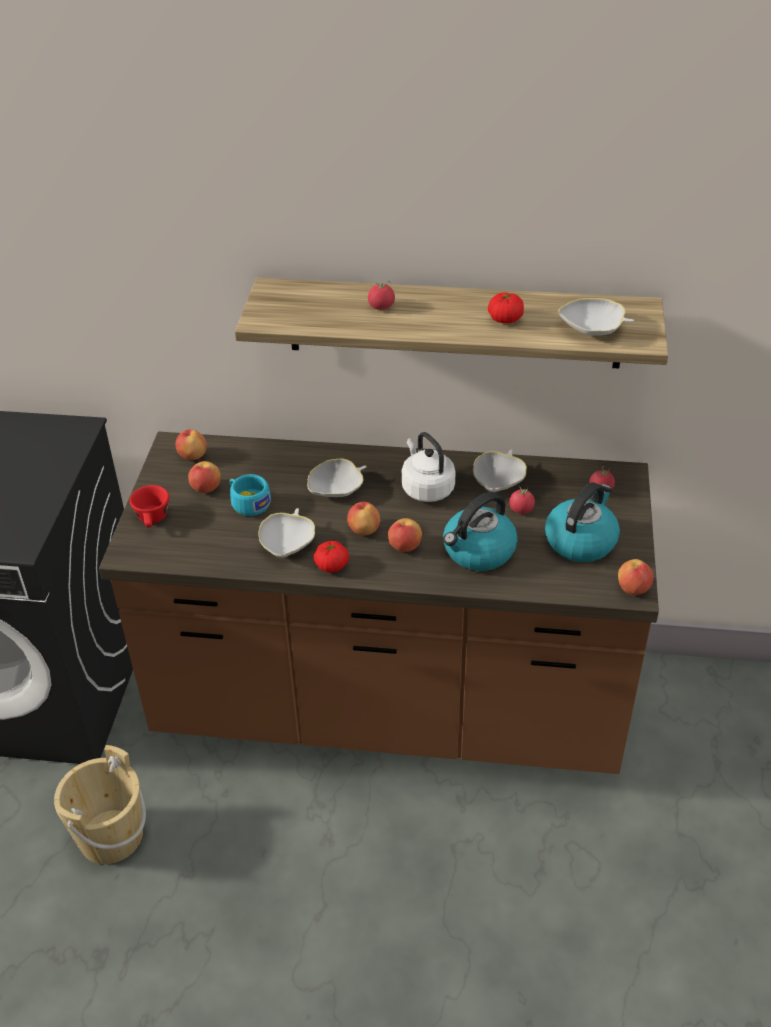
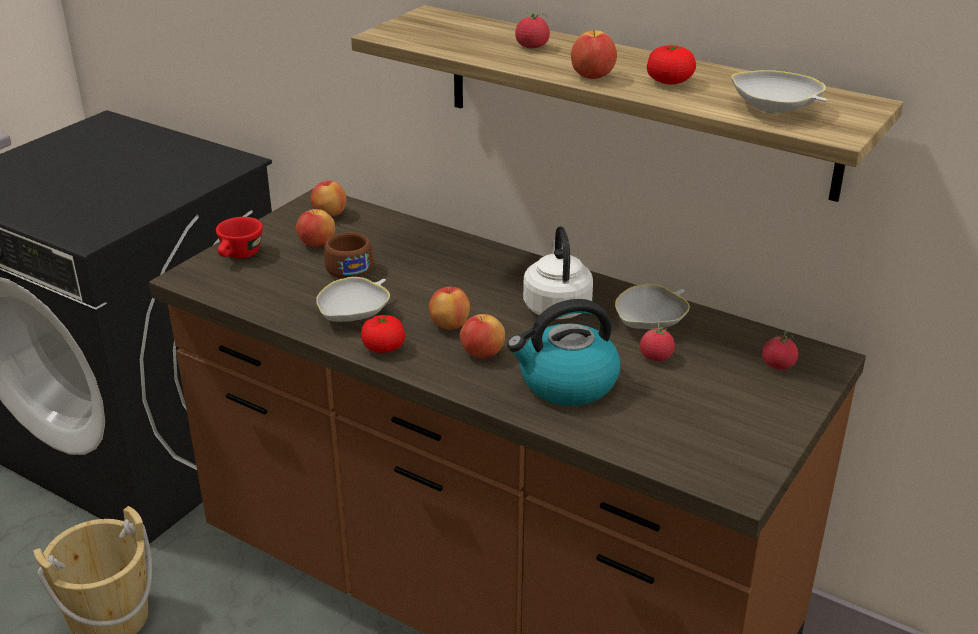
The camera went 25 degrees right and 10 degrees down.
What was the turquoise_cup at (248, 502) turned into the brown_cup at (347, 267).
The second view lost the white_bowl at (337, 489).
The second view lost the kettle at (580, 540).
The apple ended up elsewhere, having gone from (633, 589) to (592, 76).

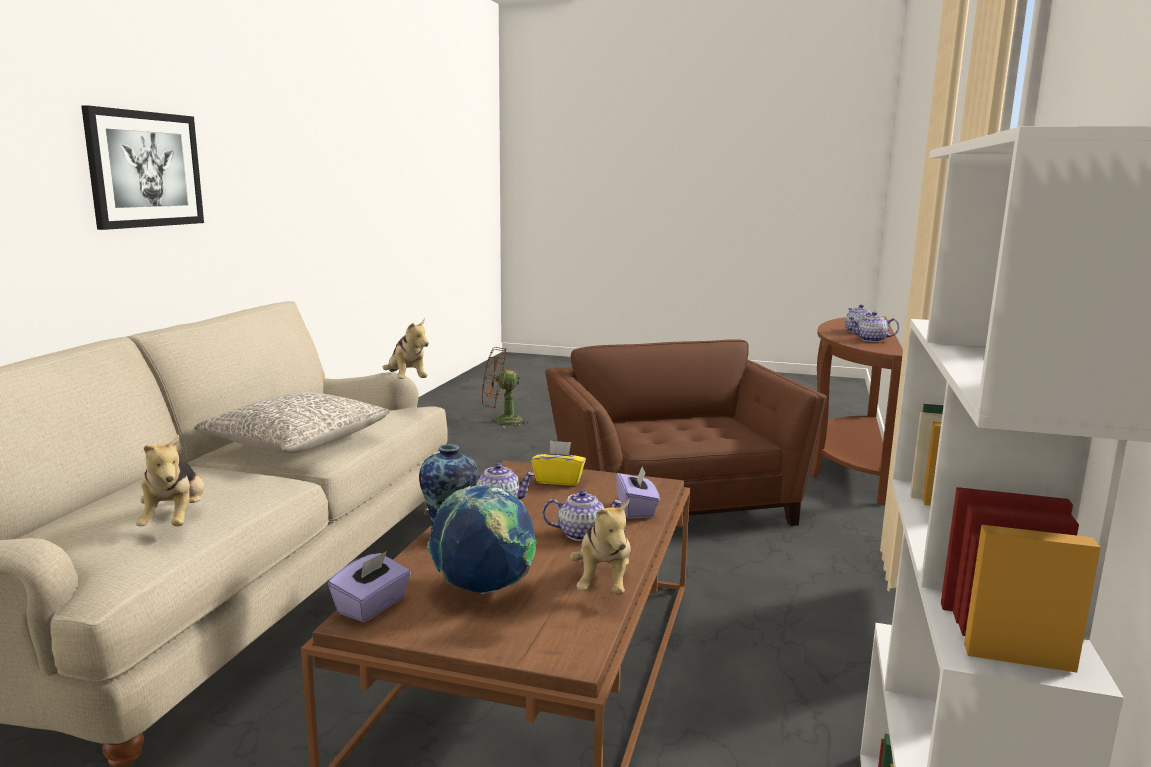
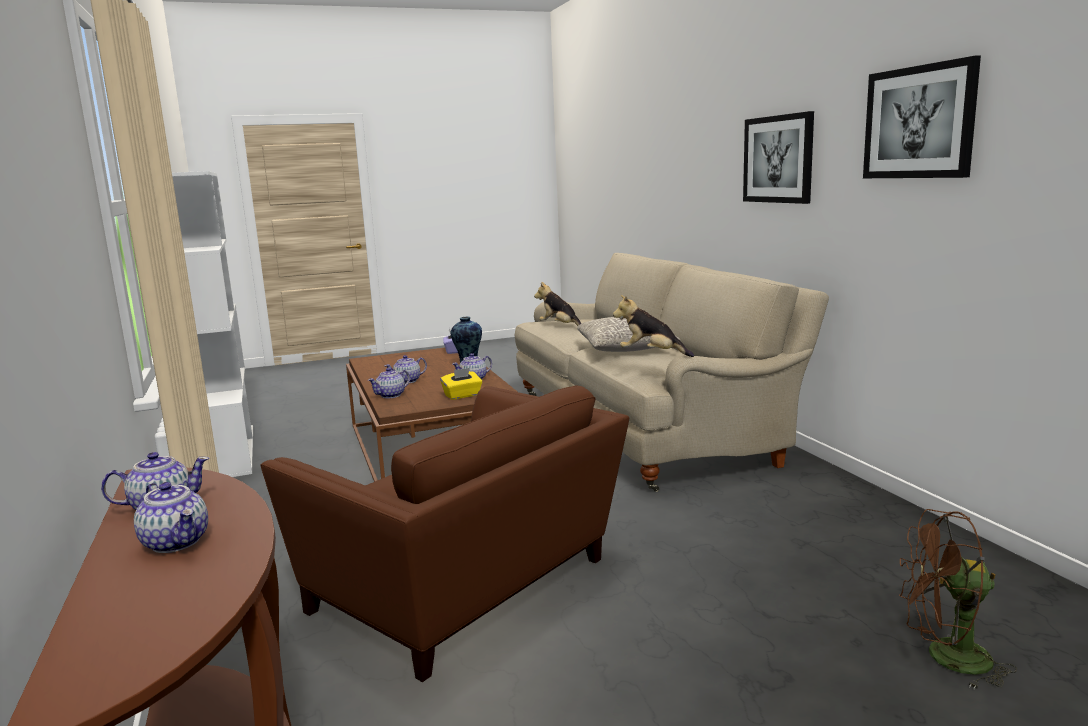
The camera went 145 degrees right and 0 degrees up.
The second view lost the globe at (484, 589).
The brown_fan at (501, 421) ended up facing another way, 135 degrees counterclockwise from before.
The second view lost the plush_toy at (603, 583).
Where the purple_tissue_box stood at (636, 510), the teapot came to stand at (391, 395).
The second view gained the picture at (919, 122).

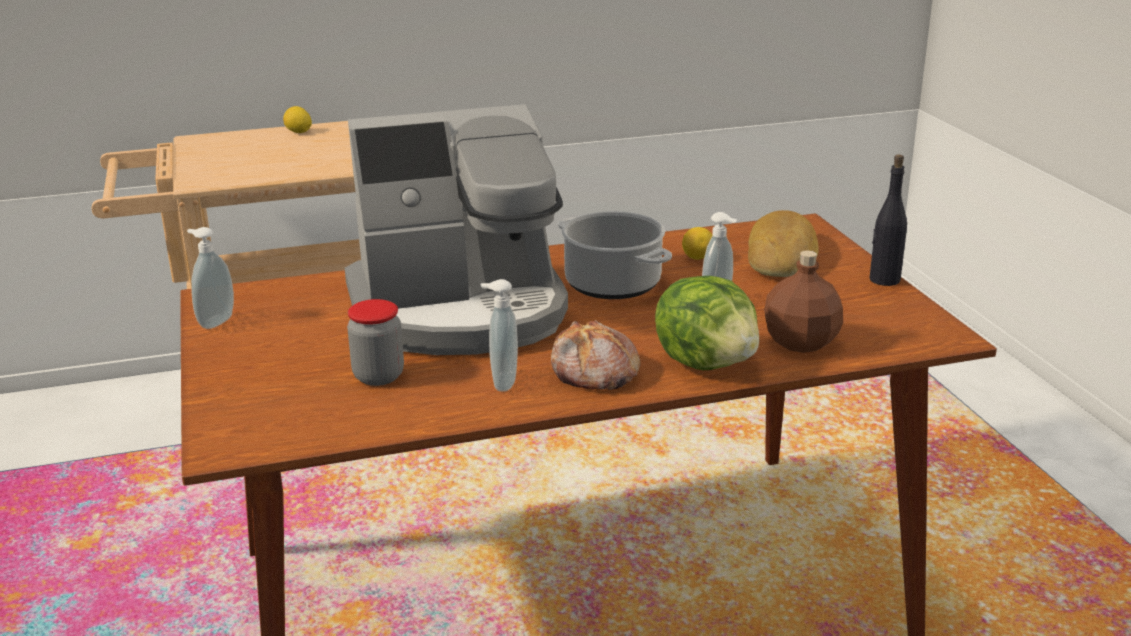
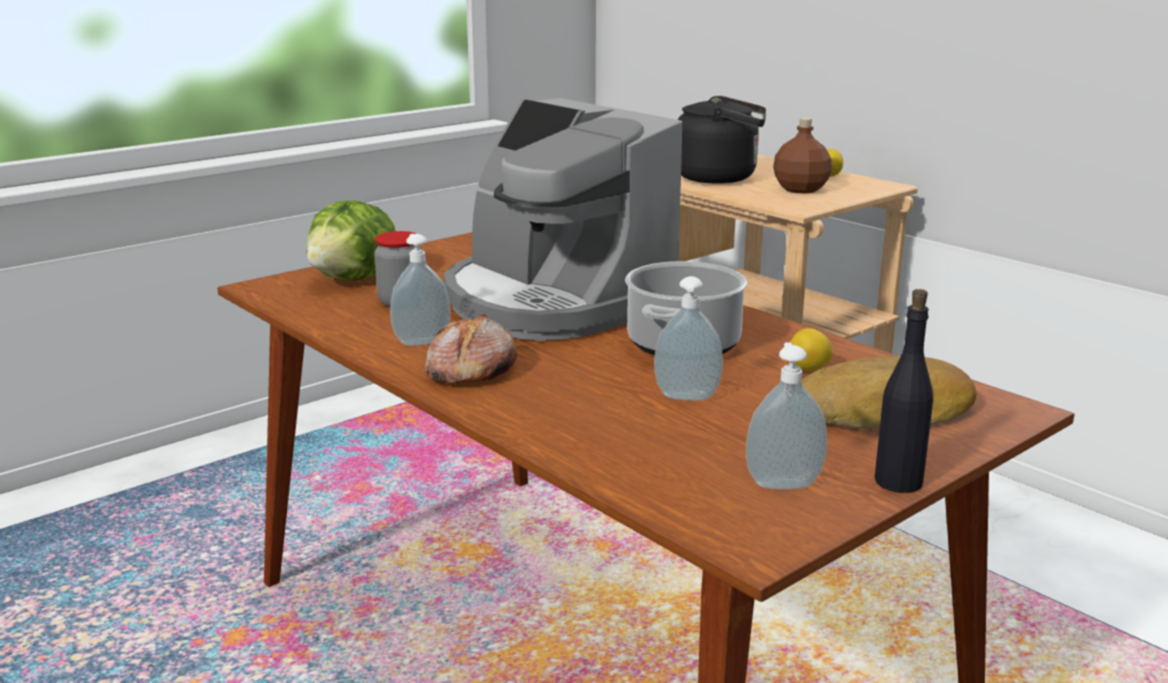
The camera went 65 degrees right and 5 degrees down.
The soap_dispenser ended up elsewhere, having gone from (214, 322) to (782, 483).
The lettuce ended up elsewhere, having gone from (707, 362) to (355, 279).
The brown_bottle ended up elsewhere, having gone from (799, 342) to (800, 189).
The second view gained the black_kettle at (721, 178).

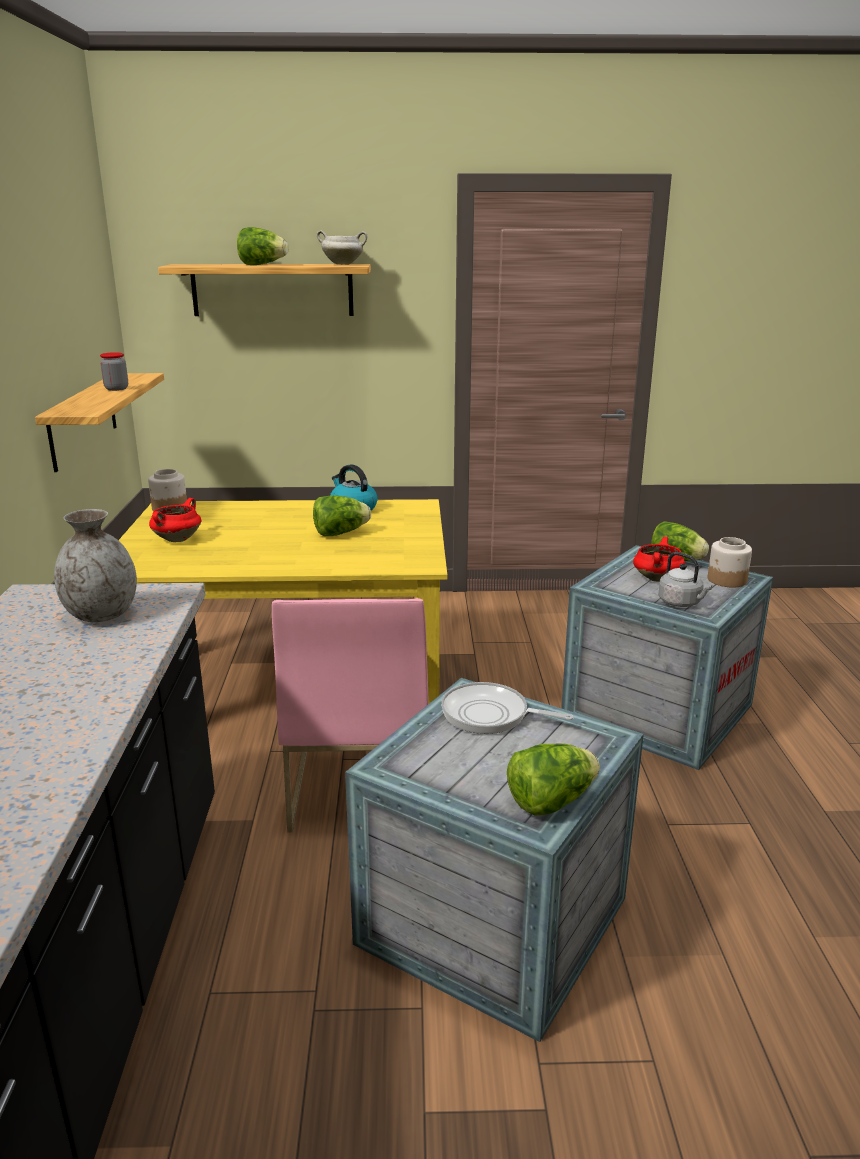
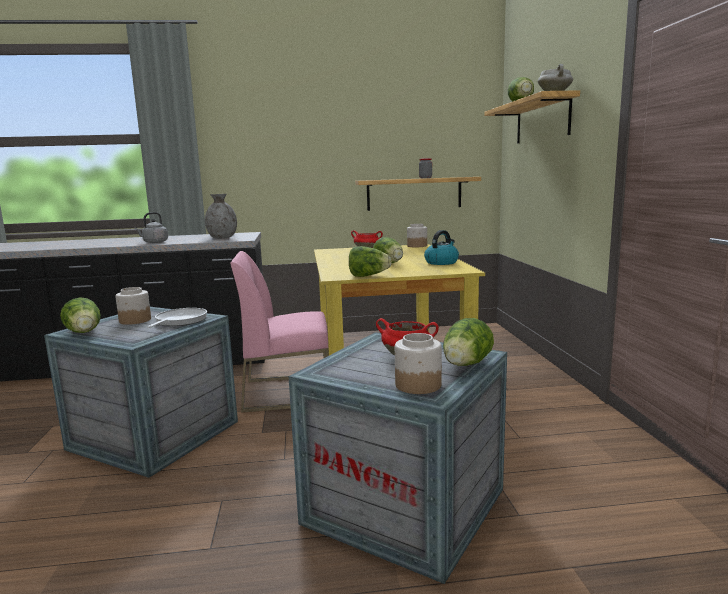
The camera went 85 degrees right and 10 degrees down.
The grey_kettle ended up elsewhere, having gone from (681, 603) to (154, 242).
The second view gained the jar at (135, 320).
The second view gained the lettuce at (368, 276).

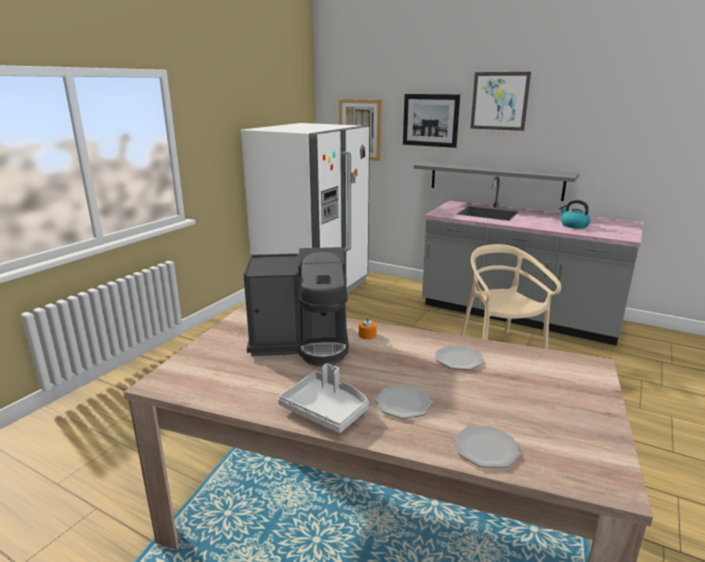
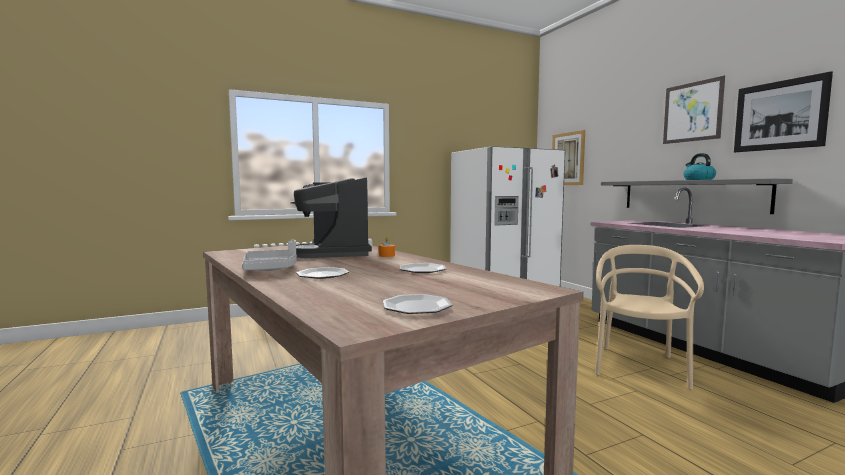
The camera went 35 degrees right and 15 degrees down.
The coffee_machine at (302, 342) ended up facing another way, 45 degrees clockwise from before.
The picture ended up elsewhere, having gone from (430, 120) to (779, 115).
The plate ended up elsewhere, having gone from (486, 449) to (417, 307).
The kettle ended up elsewhere, having gone from (573, 225) to (698, 179).

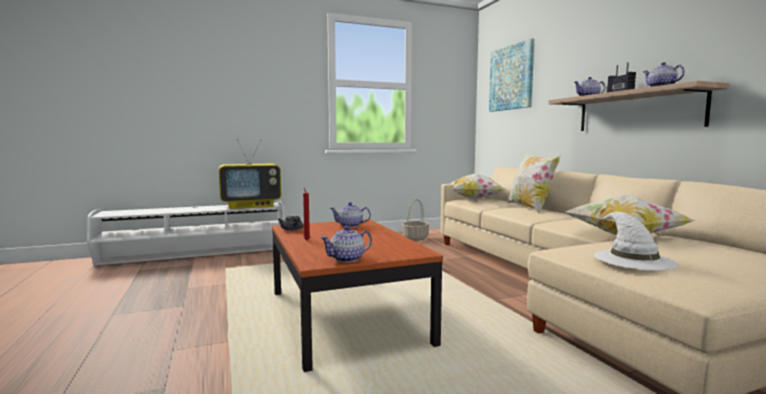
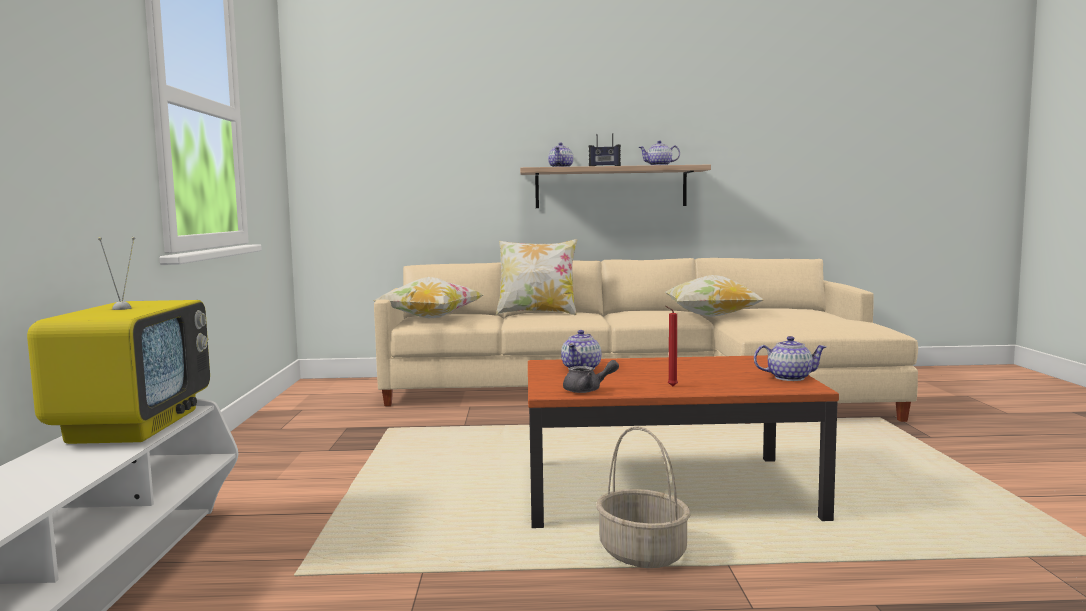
The camera went 70 degrees left and 0 degrees up.
The teapot at (347, 259) ended up facing another way, 75 degrees counterclockwise from before.
The basket ended up elsewhere, having gone from (415, 238) to (641, 553).
The second view lost the picture at (511, 77).
The second view lost the white_hat at (632, 259).

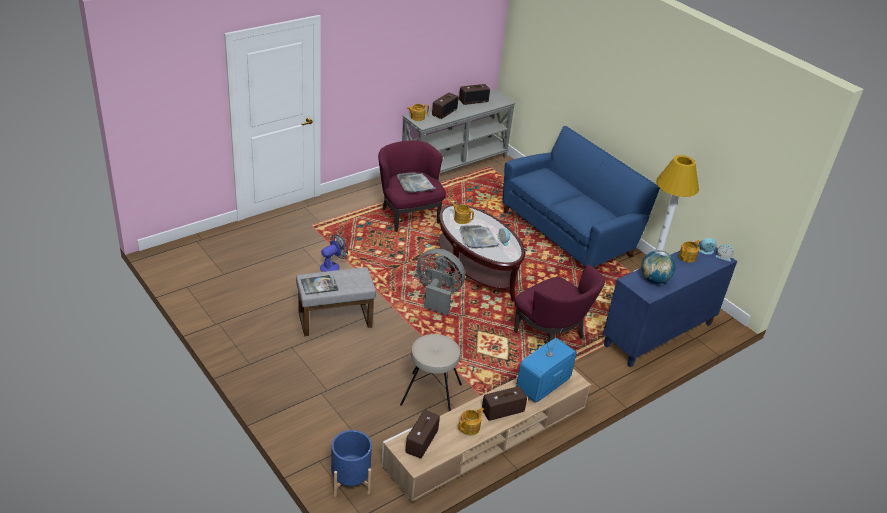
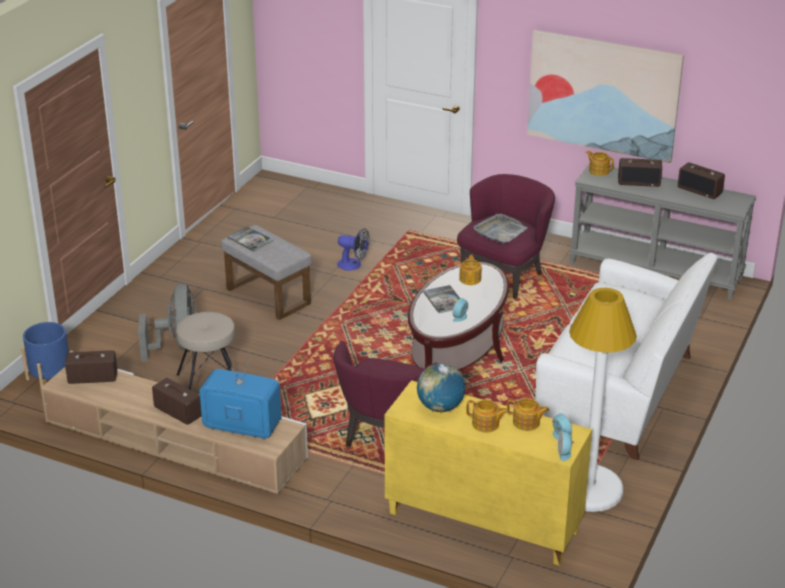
The camera went 65 degrees right and 5 degrees down.
The grey_fan ended up elsewhere, having gone from (437, 295) to (177, 346).
The teapot ended up elsewhere, having gone from (470, 427) to (486, 424).
Where the grey_tray stood at (478, 238), the book came to stand at (444, 300).
What was the blue_sofa at (568, 233) turned into the white_sofa at (620, 394).
What was the blue_cabinet at (658, 335) turned into the yellow_cabinet at (481, 522).
The second view gained the picture at (603, 95).

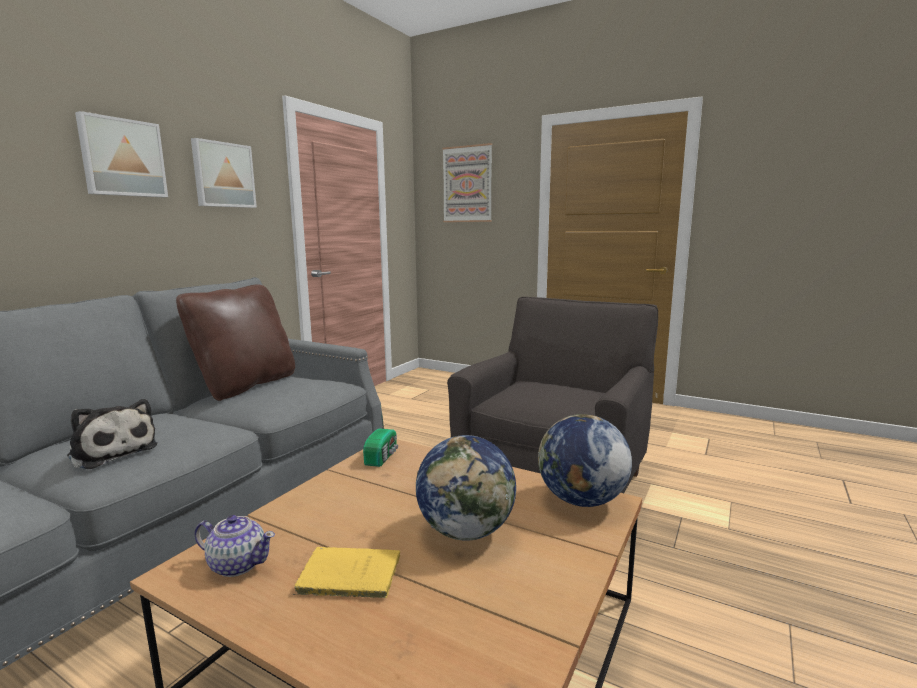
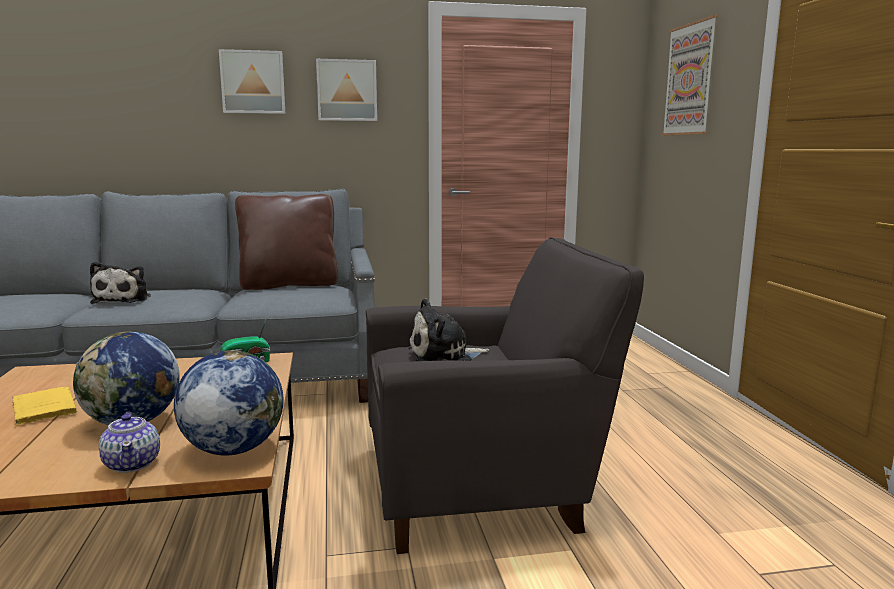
The camera went 50 degrees right and 0 degrees up.
The teapot ended up elsewhere, having gone from (237, 564) to (132, 463).
The second view gained the plush_toy at (444, 356).

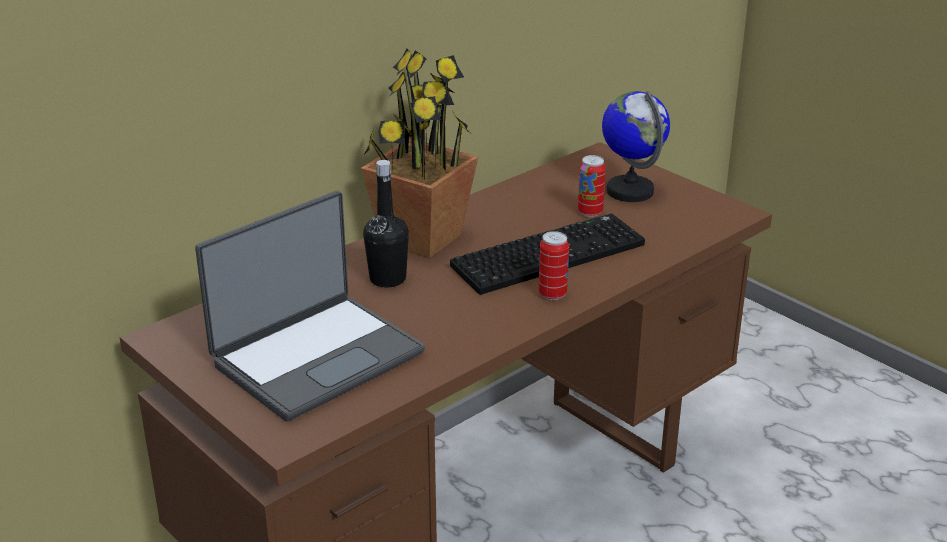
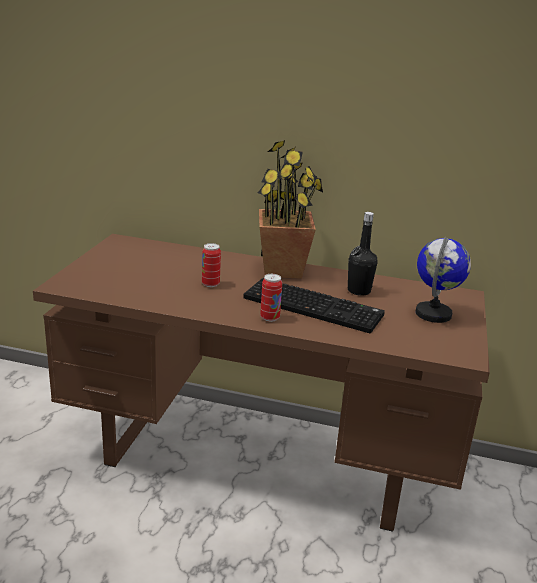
The camera went 55 degrees right and 5 degrees down.
The second view lost the laptop at (316, 357).
The black_bottle ended up elsewhere, having gone from (387, 279) to (359, 291).
The can ended up elsewhere, having gone from (590, 212) to (210, 284).

